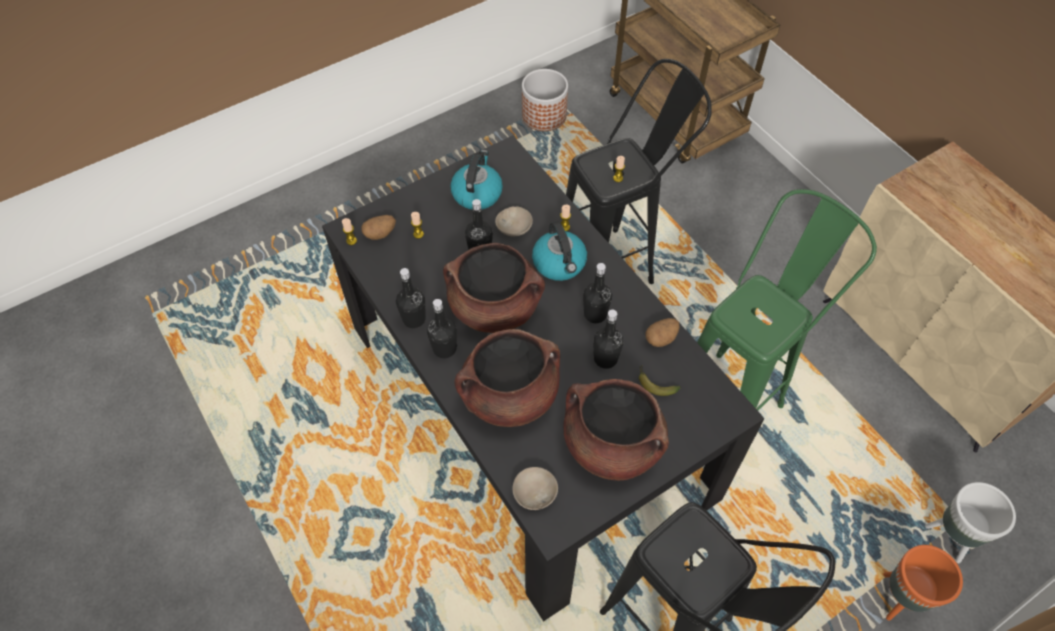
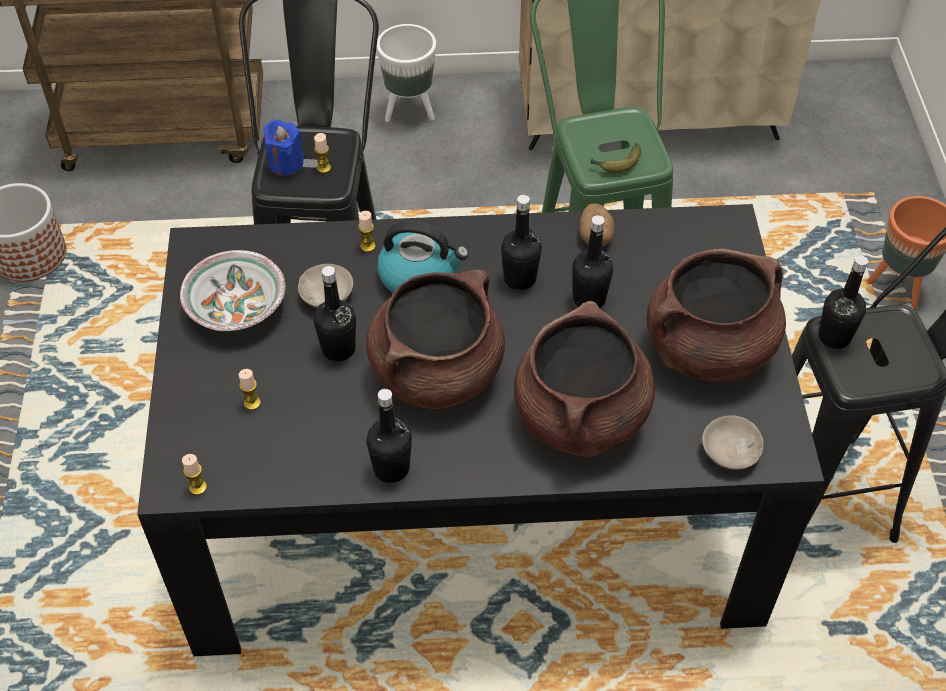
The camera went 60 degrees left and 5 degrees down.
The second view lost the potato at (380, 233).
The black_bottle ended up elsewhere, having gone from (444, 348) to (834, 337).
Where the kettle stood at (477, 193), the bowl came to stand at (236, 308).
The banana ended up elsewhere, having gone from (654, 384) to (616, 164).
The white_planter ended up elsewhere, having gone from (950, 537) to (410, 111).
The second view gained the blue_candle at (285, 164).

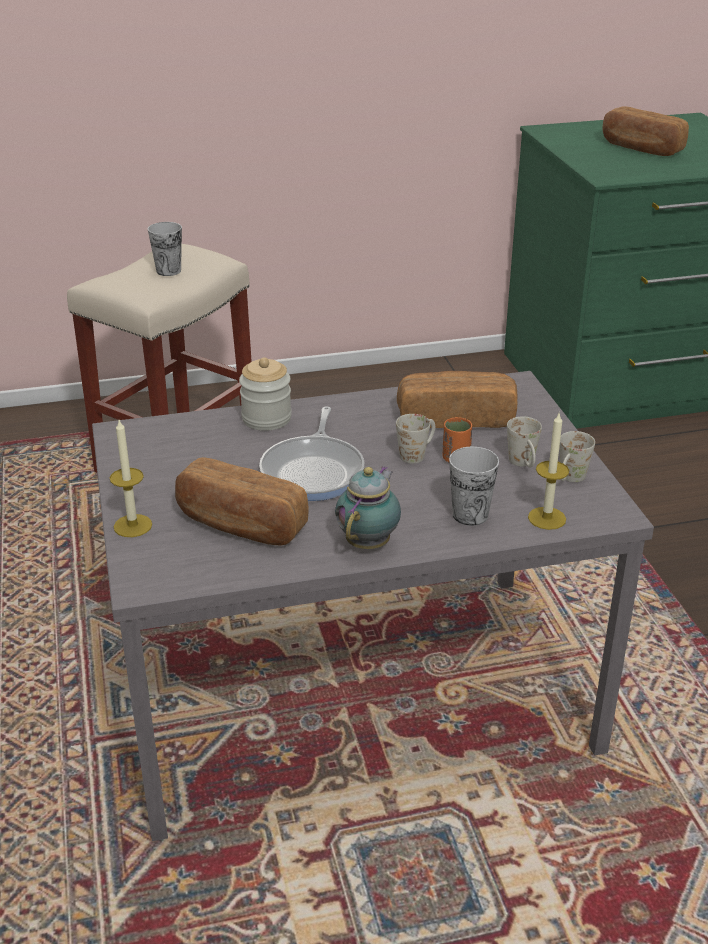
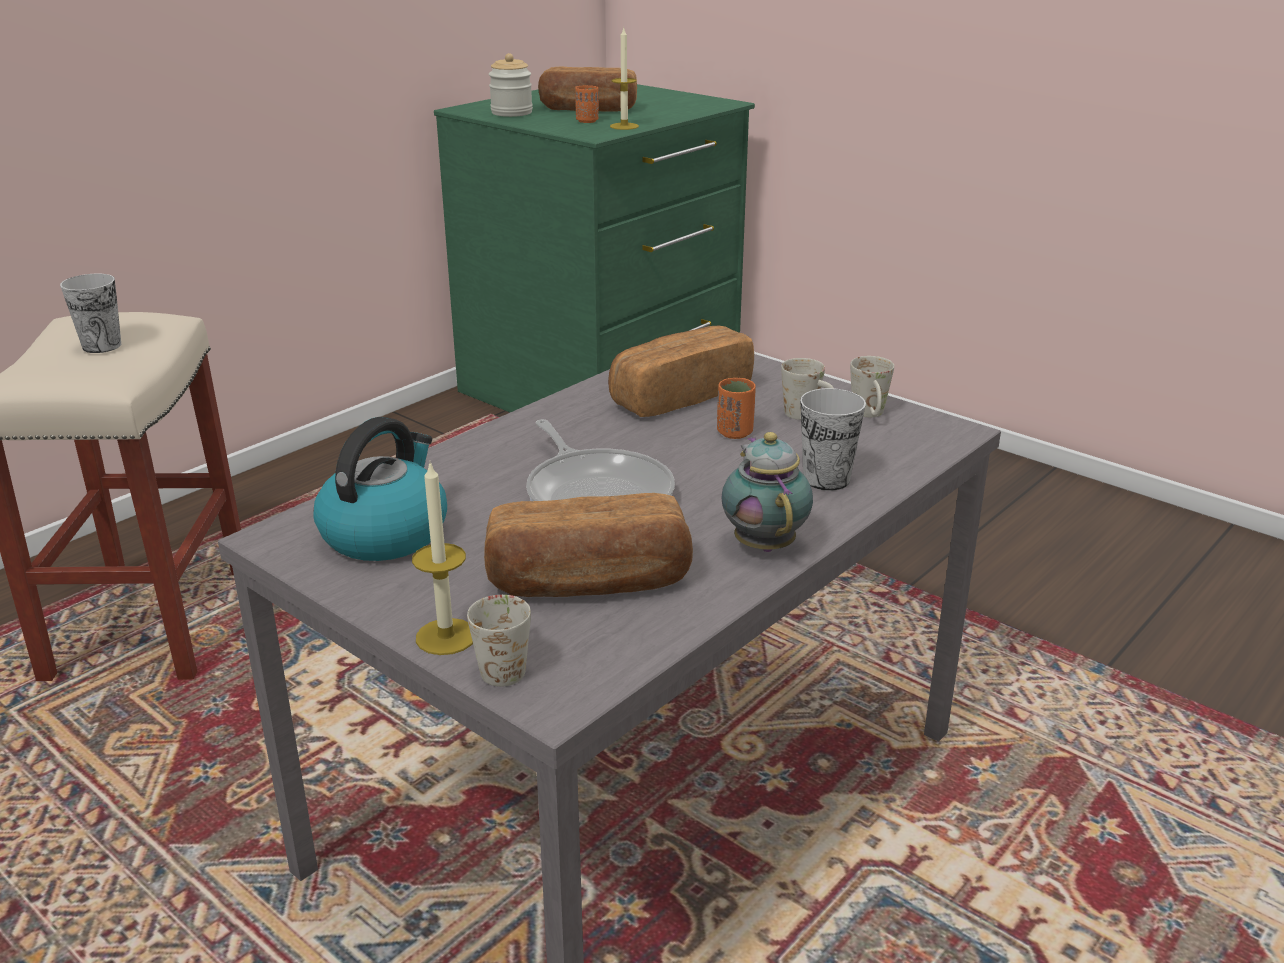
The camera went 35 degrees left and 5 degrees down.
The jar ended up elsewhere, having gone from (266, 418) to (511, 113).
The white_mug ended up elsewhere, having gone from (417, 453) to (506, 663).
The candle ended up elsewhere, having gone from (547, 518) to (624, 126).
The second view gained the kettle at (385, 533).
The second view gained the orange_cup at (587, 121).

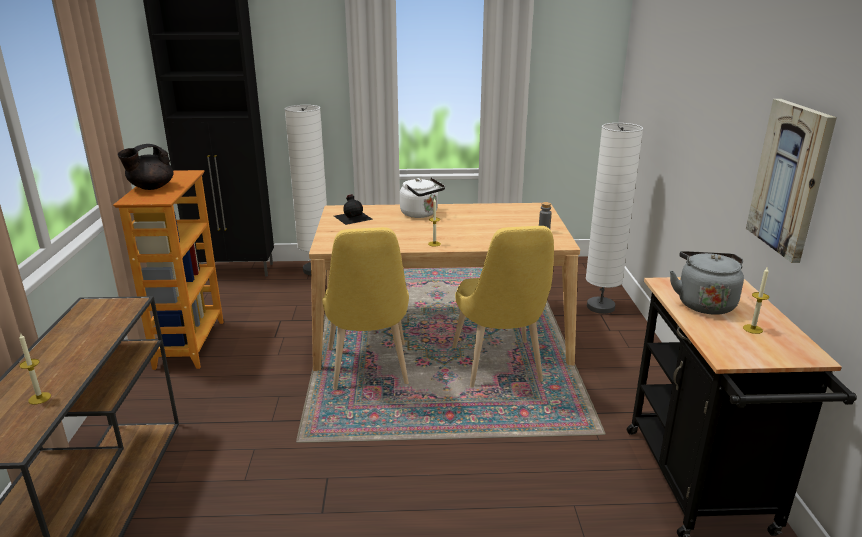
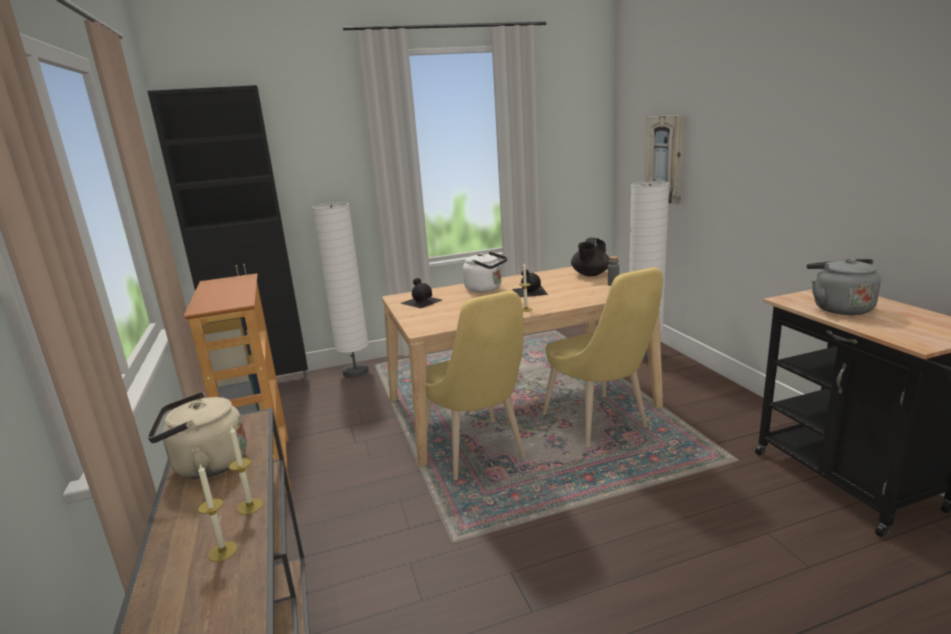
The camera went 15 degrees left and 5 degrees down.
The black_teapot ended up elsewhere, having gone from (151, 187) to (590, 274).
The candle ended up elsewhere, having gone from (752, 329) to (250, 506).
The picture ended up elsewhere, having gone from (790, 179) to (665, 159).
The second view gained the beige_kettle at (205, 465).
The second view gained the black_bottle at (529, 291).

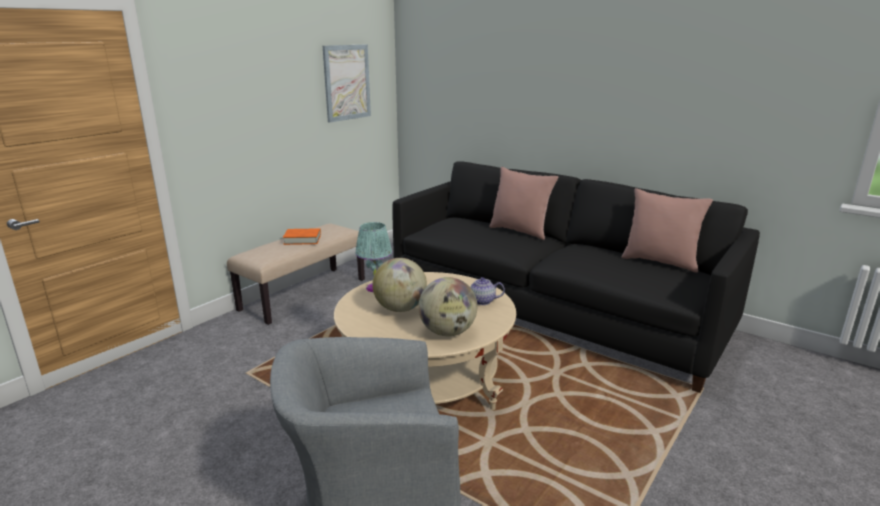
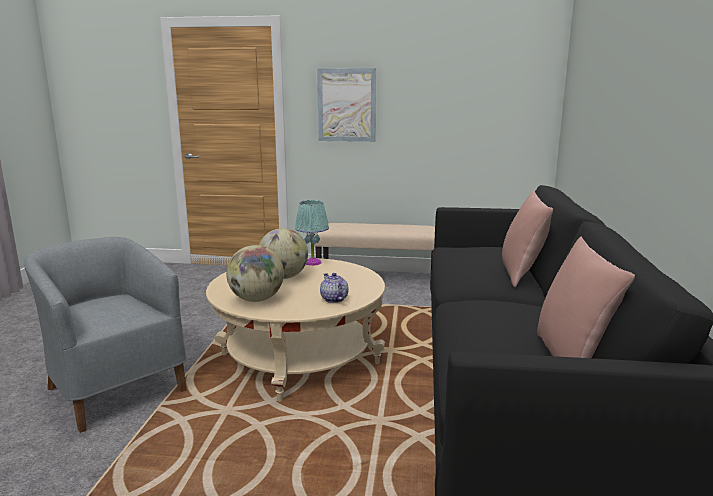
The camera went 60 degrees right and 5 degrees down.
The second view lost the orange_book at (302, 239).
The picture ended up elsewhere, having gone from (347, 82) to (346, 105).

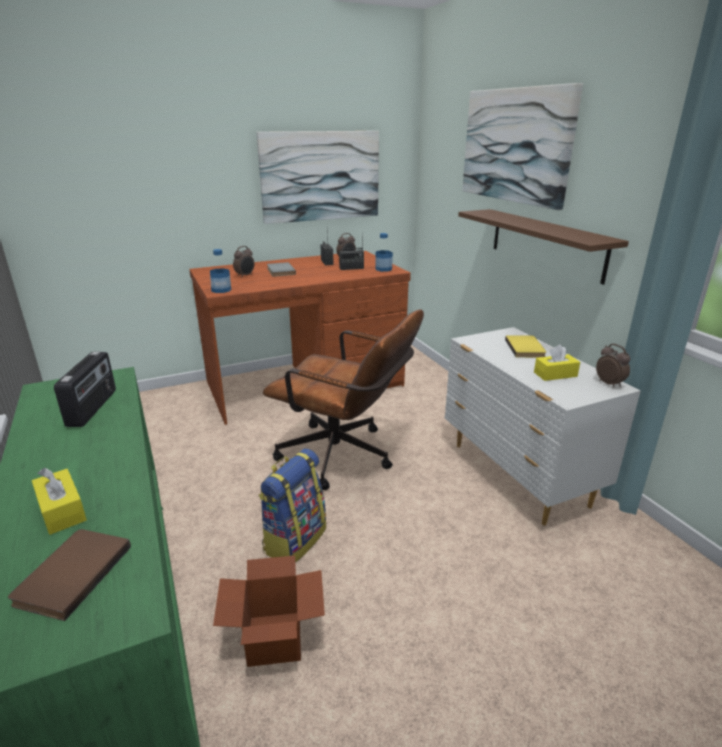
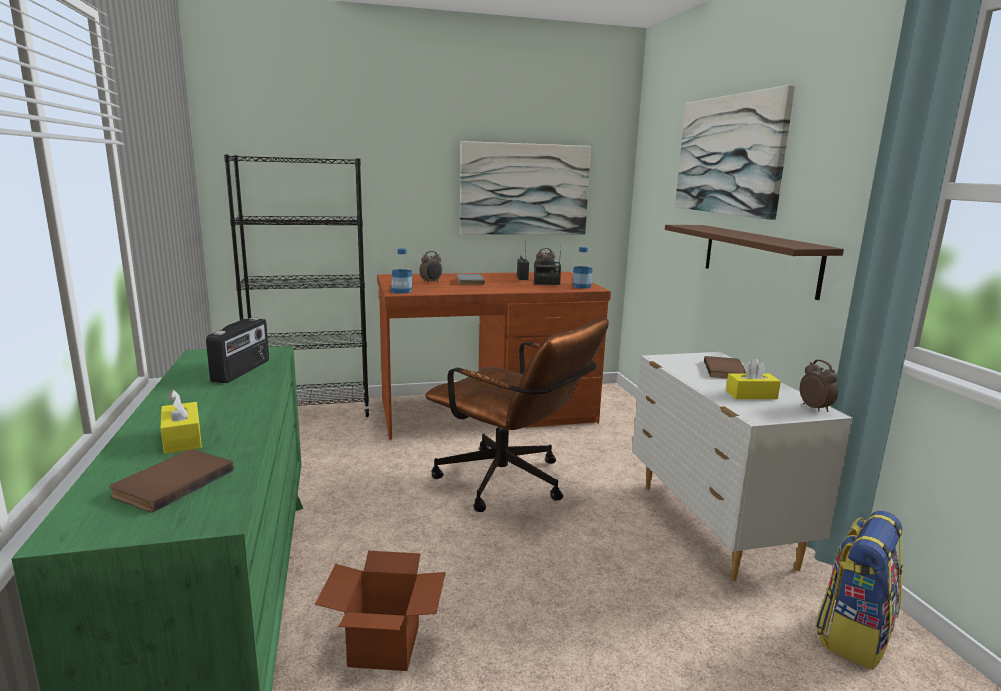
The camera went 10 degrees right and 10 degrees down.
The backpack ended up elsewhere, having gone from (294, 539) to (853, 634).
What was the yellow_book at (526, 348) turned into the brown_book at (726, 370).
The second view gained the black_bookcase at (312, 412).

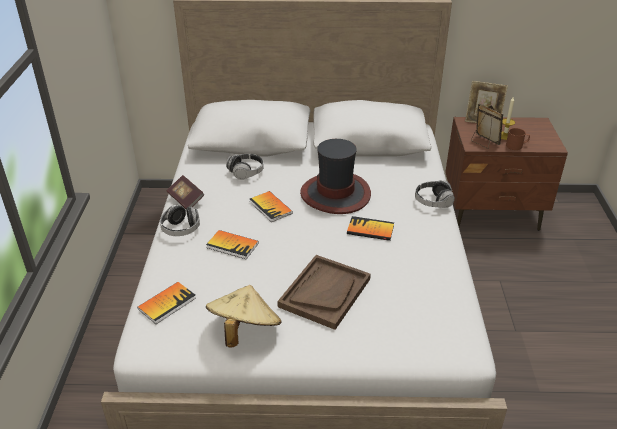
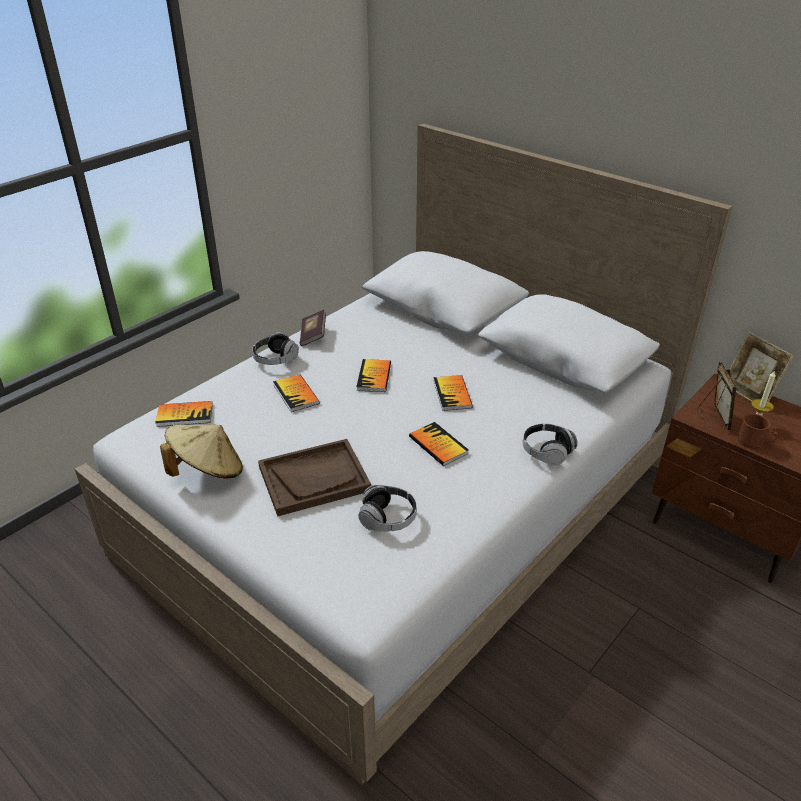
The camera went 40 degrees right and 0 degrees up.
The headphones ended up elsewhere, having gone from (246, 172) to (388, 518).
Where the hat stood at (336, 194), the book came to stand at (452, 394).

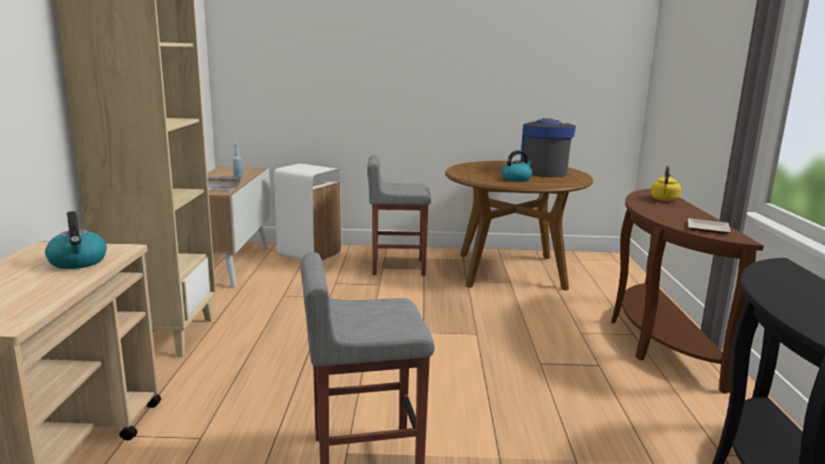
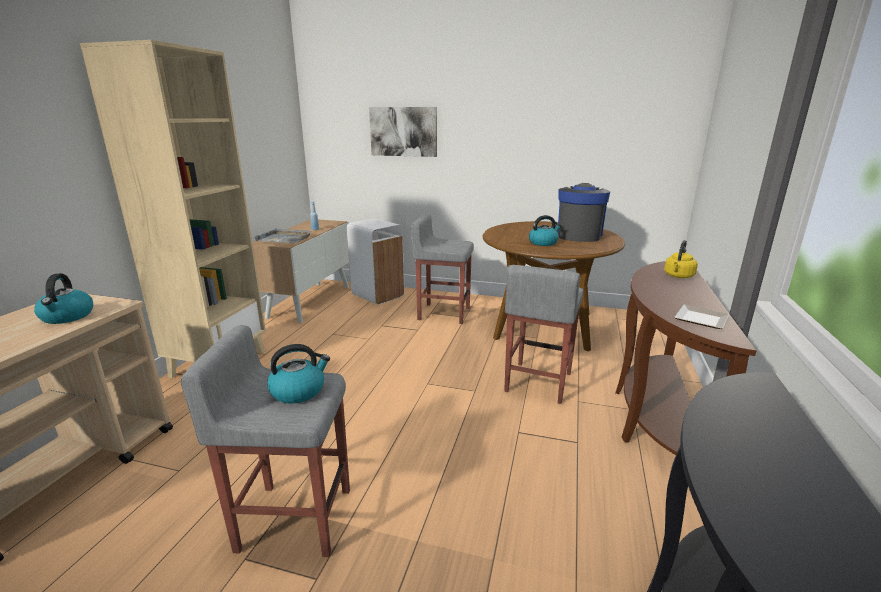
The camera went 15 degrees right and 5 degrees up.
The second view gained the kettle at (298, 391).
The second view gained the picture at (403, 131).
The second view gained the grey_stool at (537, 382).

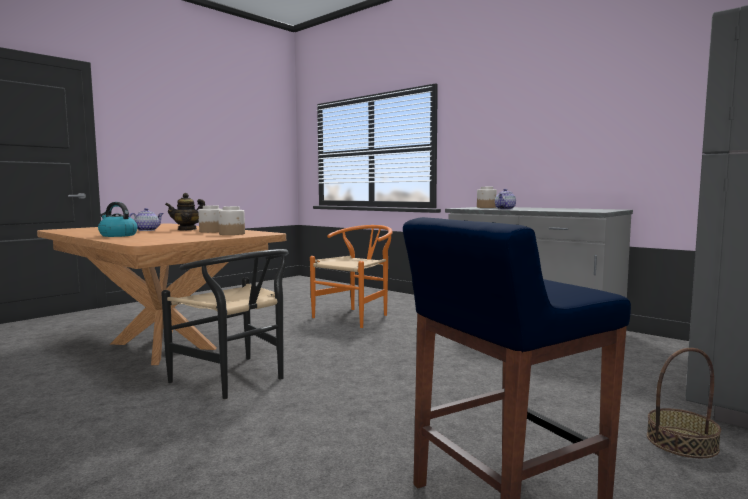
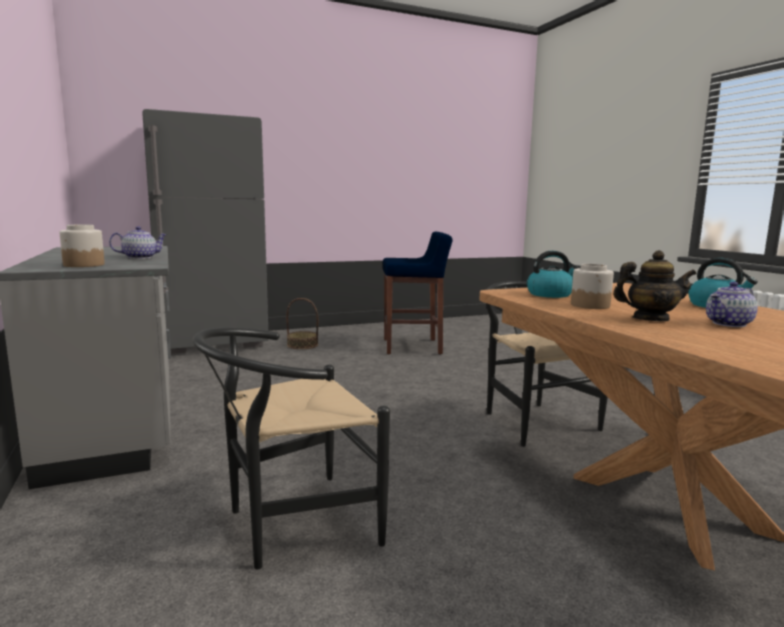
The camera went 155 degrees left and 5 degrees up.
Where the jar stood at (232, 234), the kettle came to stand at (550, 294).
What was the orange_chair at (356, 316) turned into the black_chair at (290, 525).

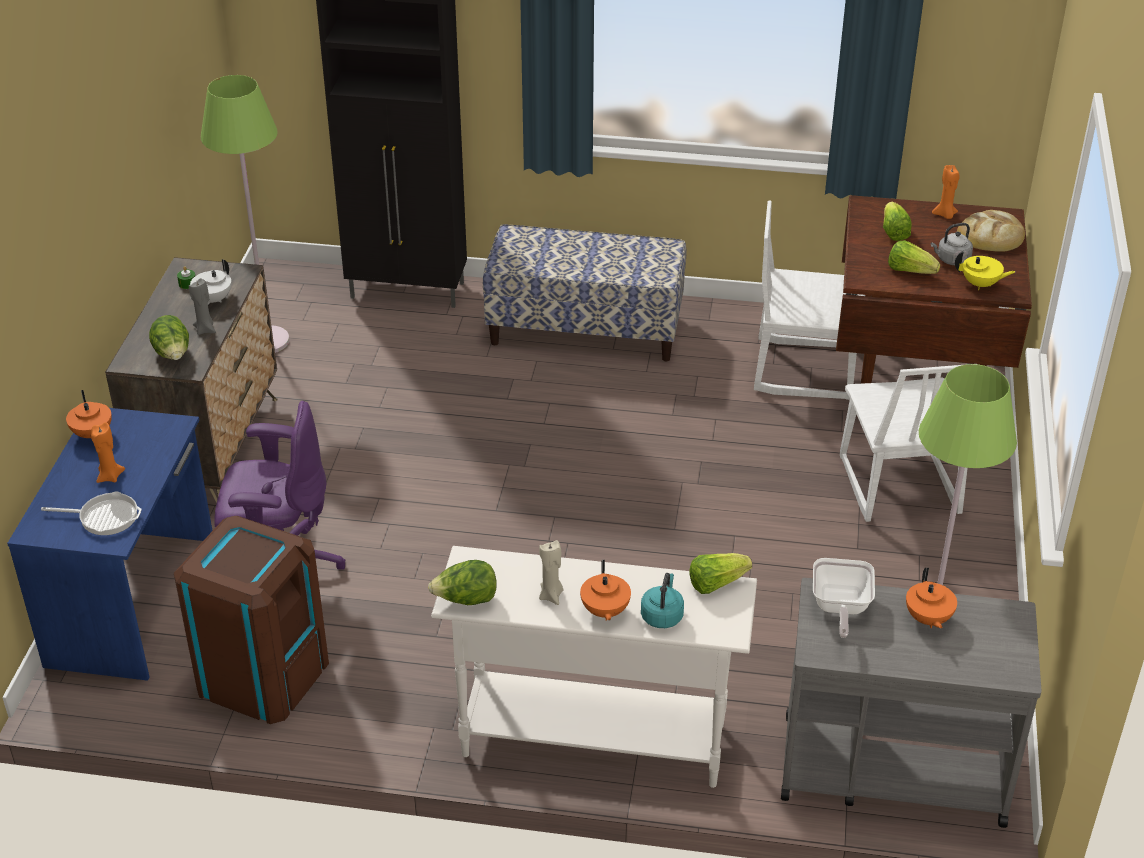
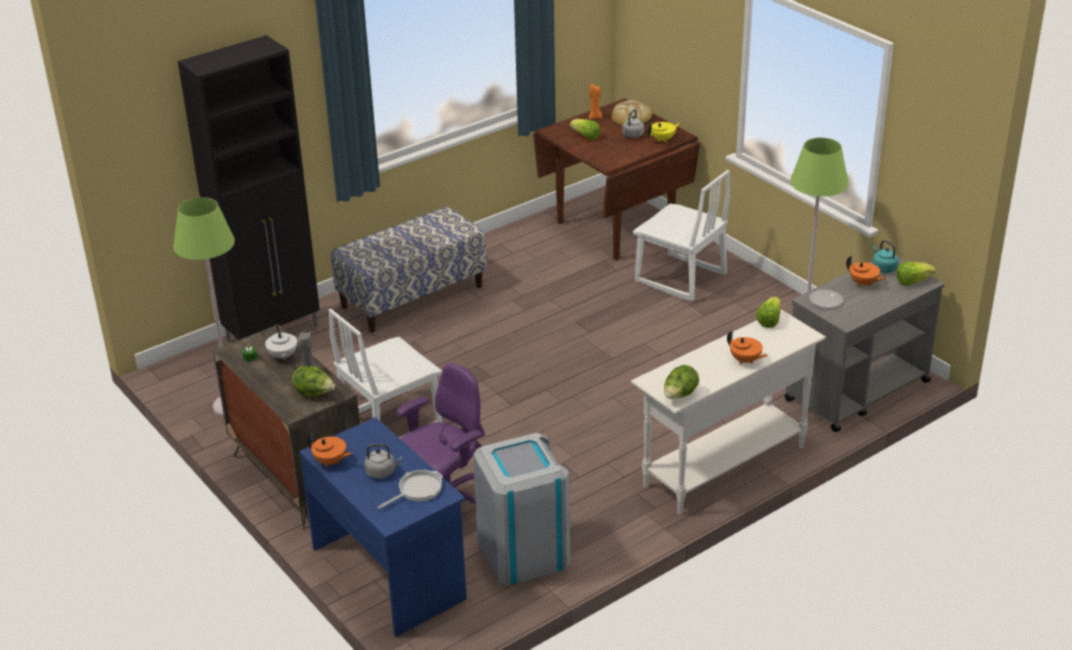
The camera went 45 degrees left and 5 degrees down.
Where the orange_candle stood at (110, 476), the grey_kettle came to stand at (382, 472).
What was the brown_trash_can at (263, 674) turned into the grey_trash_can at (523, 553).
The second view lost the beige_candle at (551, 595).
The turquoise_kettle ended up elsewhere, having gone from (662, 615) to (883, 268).
The white_chair ended up elsewhere, having gone from (804, 368) to (389, 422).
Where the frying_pan stood at (839, 608), the plate came to stand at (826, 301).
The lettuce ended up elsewhere, having gone from (910, 271) to (912, 281).

